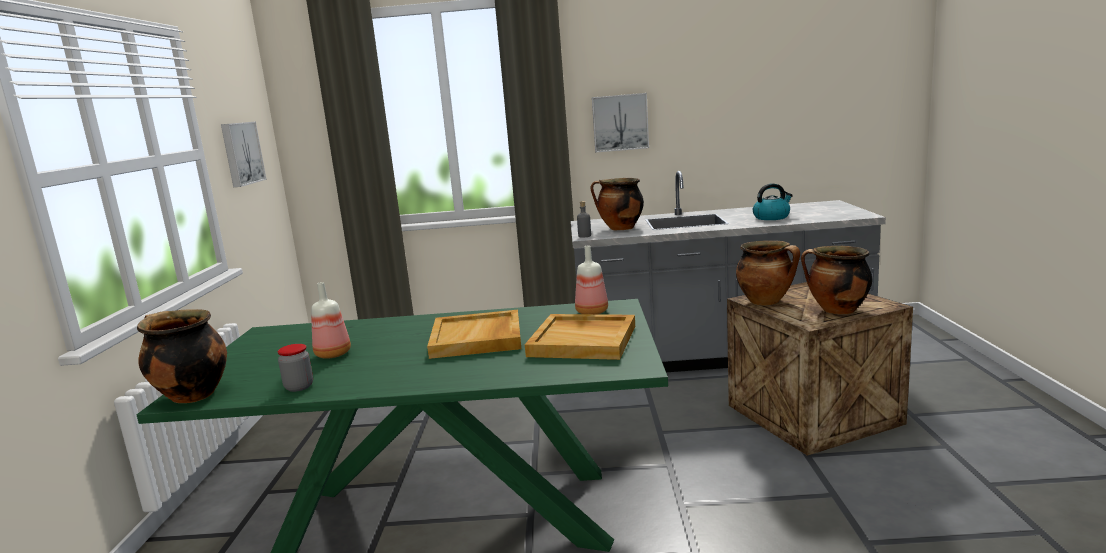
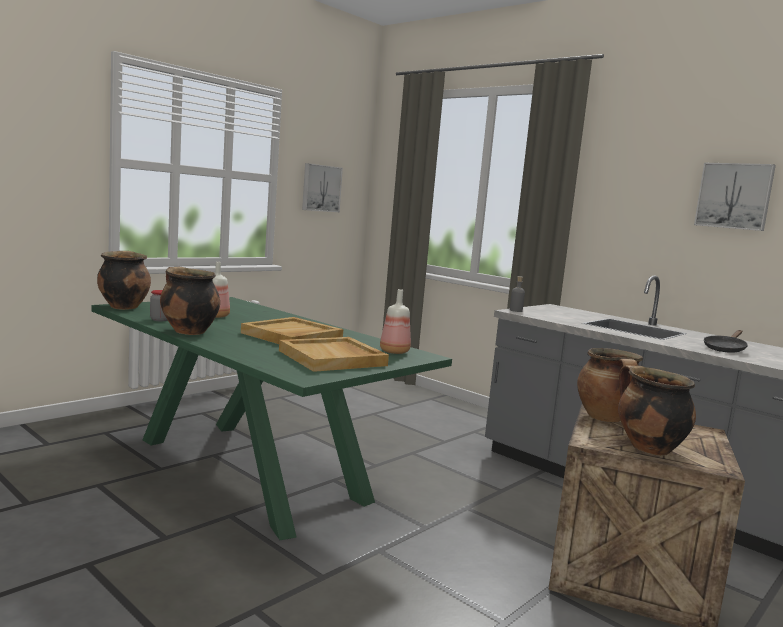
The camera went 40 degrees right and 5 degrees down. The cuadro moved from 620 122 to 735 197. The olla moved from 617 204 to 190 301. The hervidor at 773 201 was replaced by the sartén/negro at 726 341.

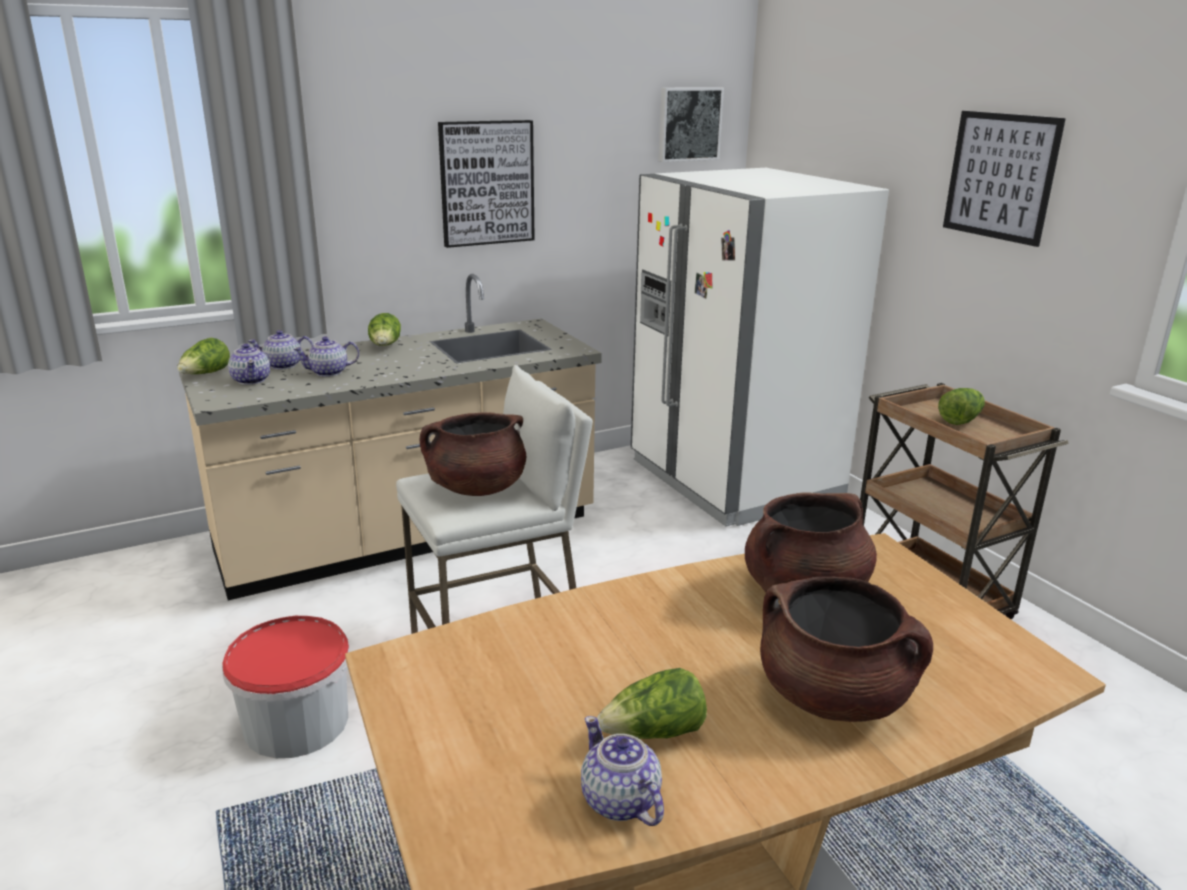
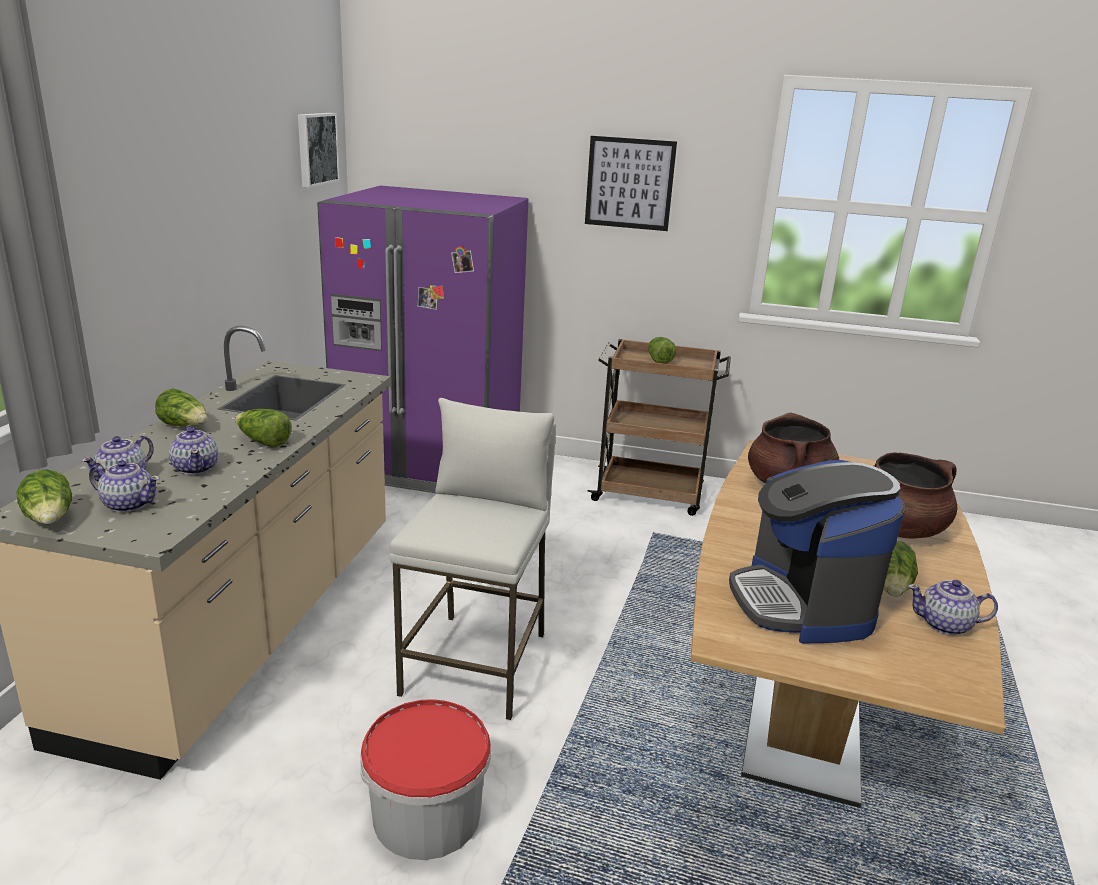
The camera went 50 degrees left and 0 degrees up. The cuadro at 486 184 disappeared. The nevera/blanco at 760 347 became the nevera/morado at 422 339. The tetera at 326 357 turned 45 degrees counterclockwise. The olla/marrón at 473 454 disappeared. The lechuga at 263 428 appeared. The cafetera at 817 551 appeared.

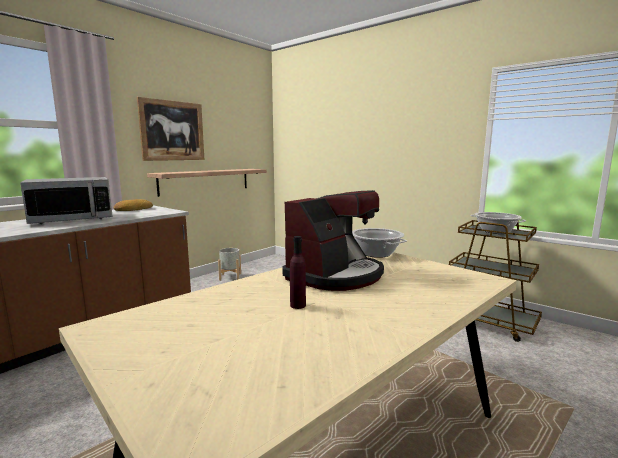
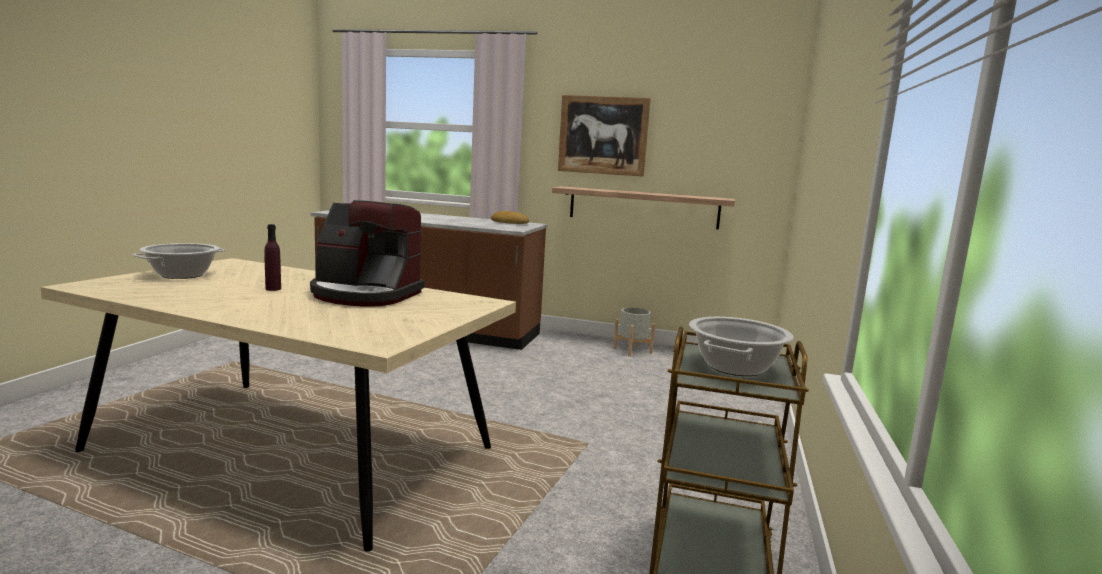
The camera went 65 degrees right and 0 degrees up. The microondas at 66 200 disappeared. The olla moved from 379 243 to 179 261.

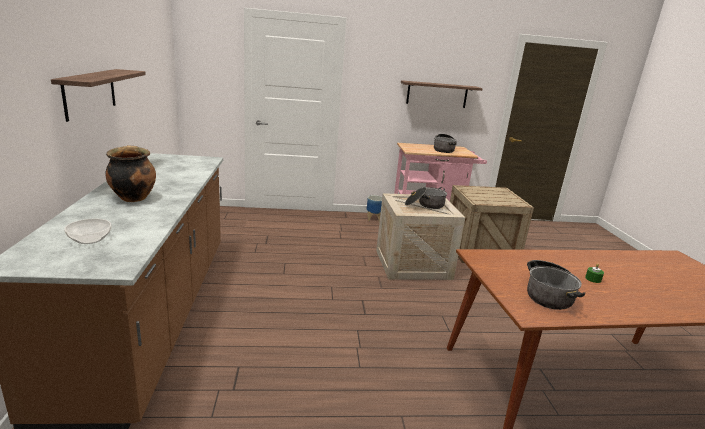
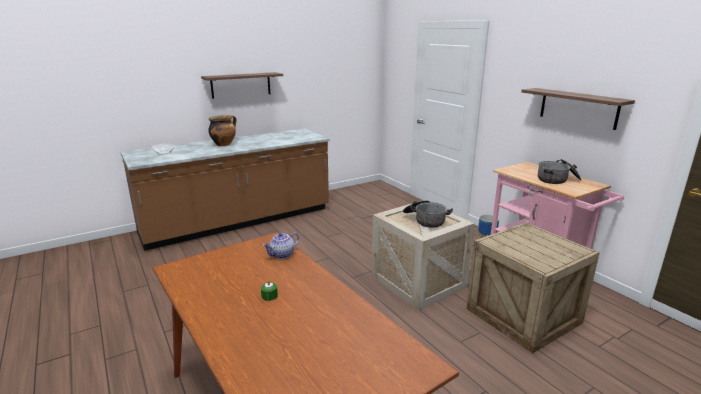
The camera went 65 degrees right and 0 degrees up. The olla at 556 285 disappeared. The tetera at 281 245 appeared.

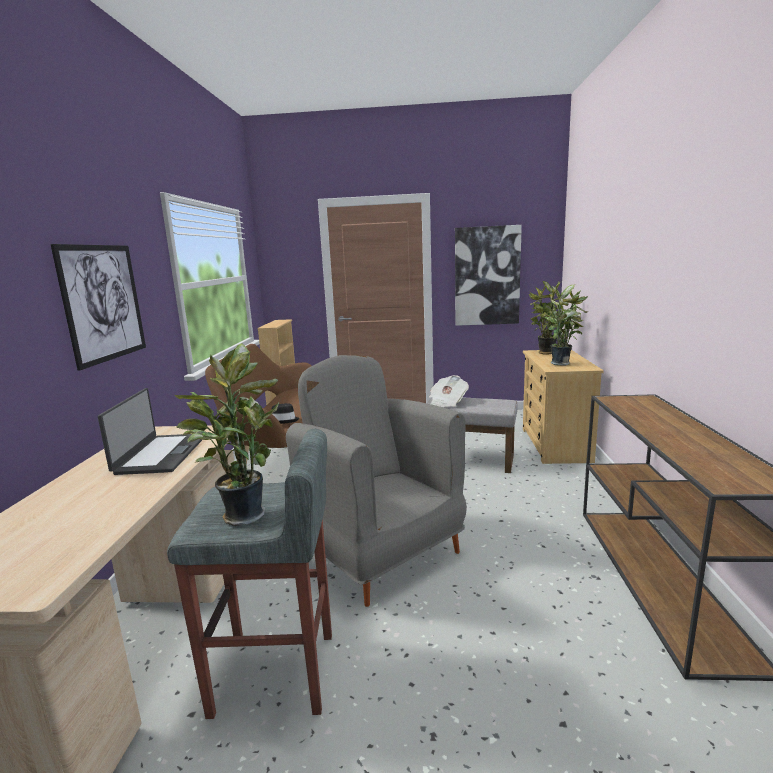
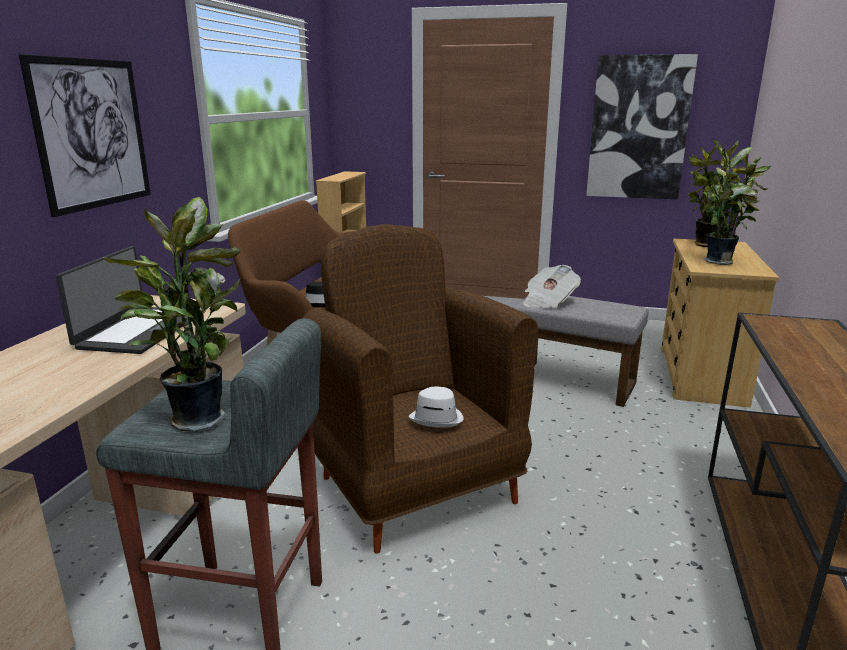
The camera went 10 degrees right and 5 degrees up. The sillón/gris at 376 481 became the sillón/marrón at 420 389. The sombrero/blanco at 436 407 appeared.

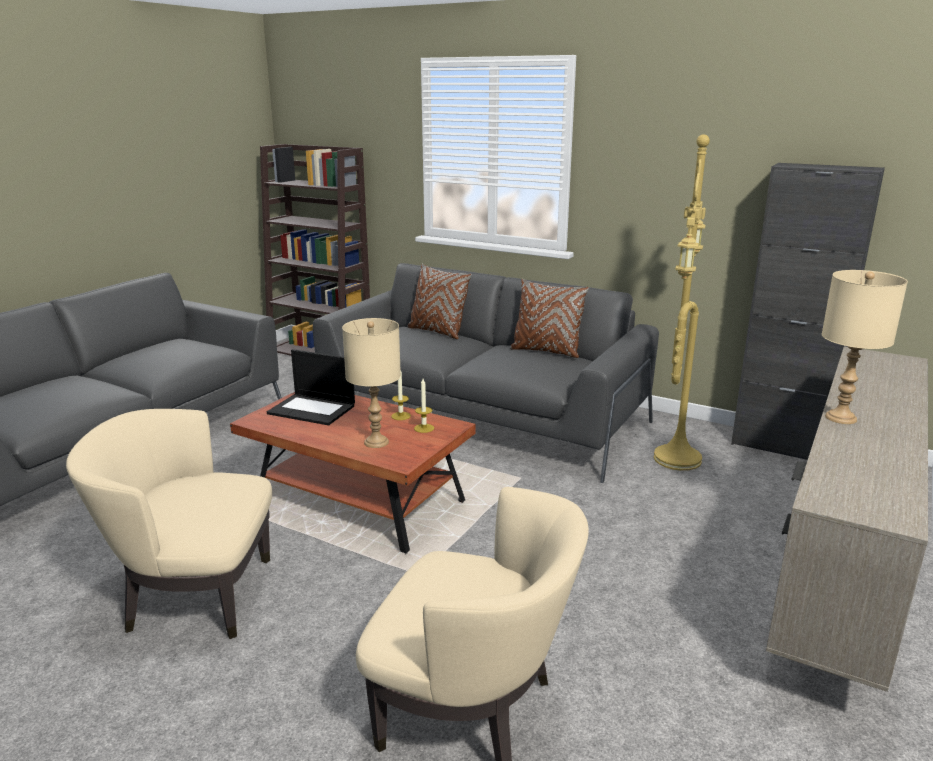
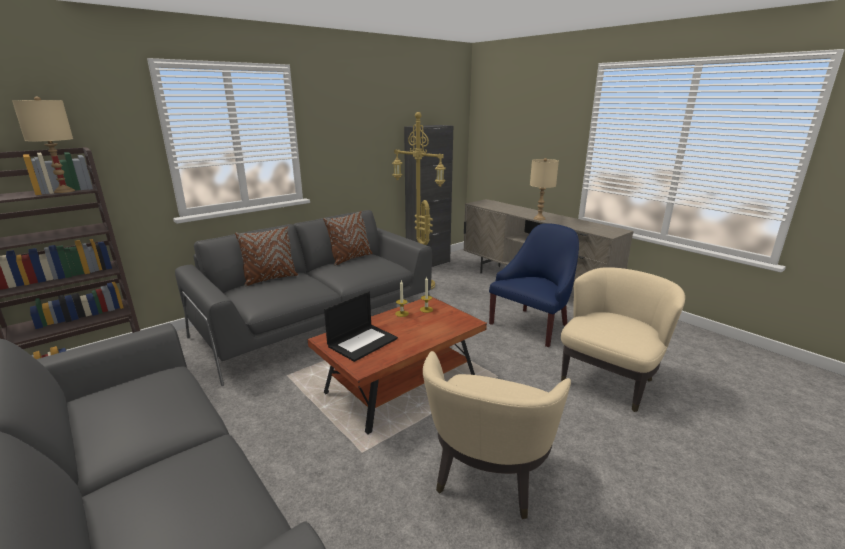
The camera went 70 degrees left and 0 degrees up. The lámpara de mesa/beis moved from 371 383 to 43 145. The sillón/azul at 534 285 appeared.

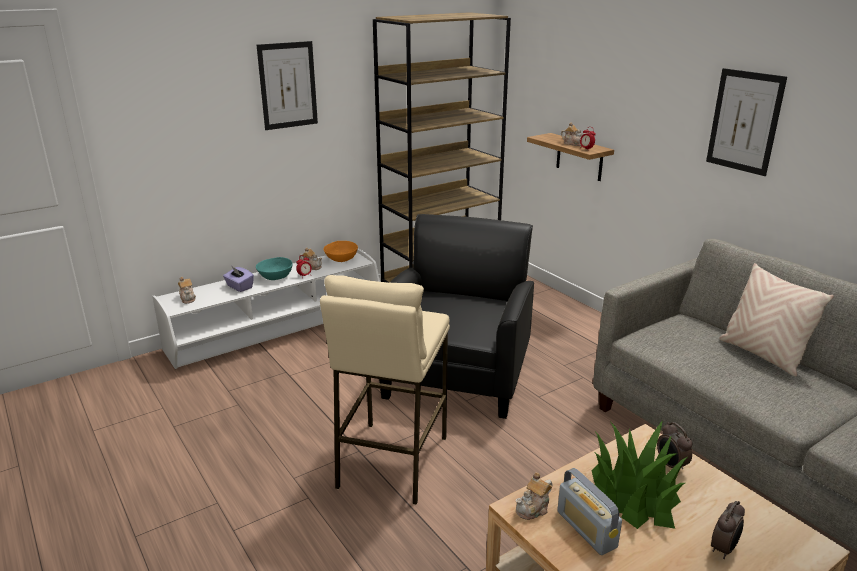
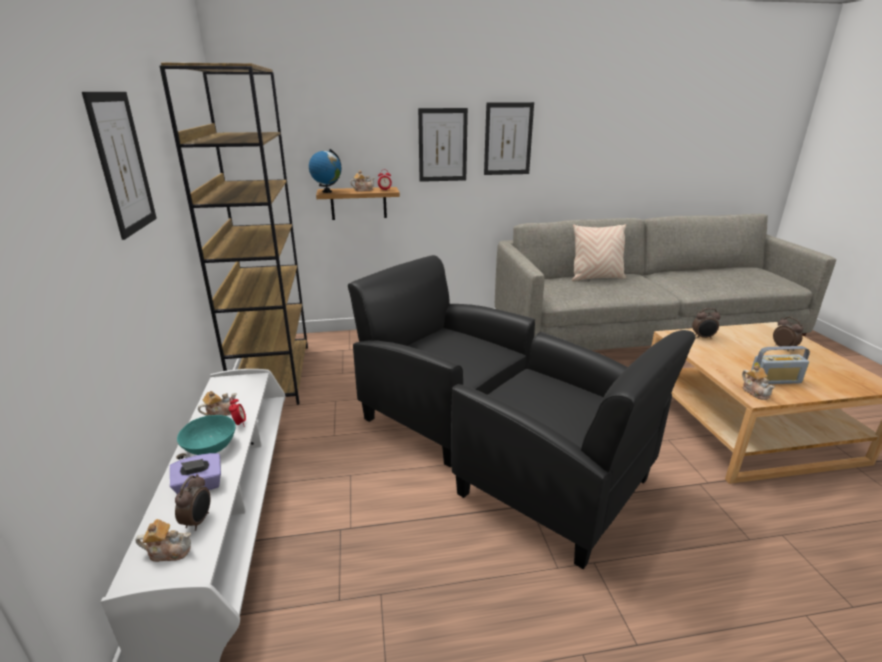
The camera went 65 degrees left and 0 degrees up. The cuenco/naranja at 340 251 disappeared. The taburete/beis at 385 390 was replaced by the sillón/negro at 573 449. The planta en maceta at 639 474 disappeared. The cuadro at 443 145 appeared. The globo terráqueo at 325 171 appeared. The despertador at 192 502 appeared.

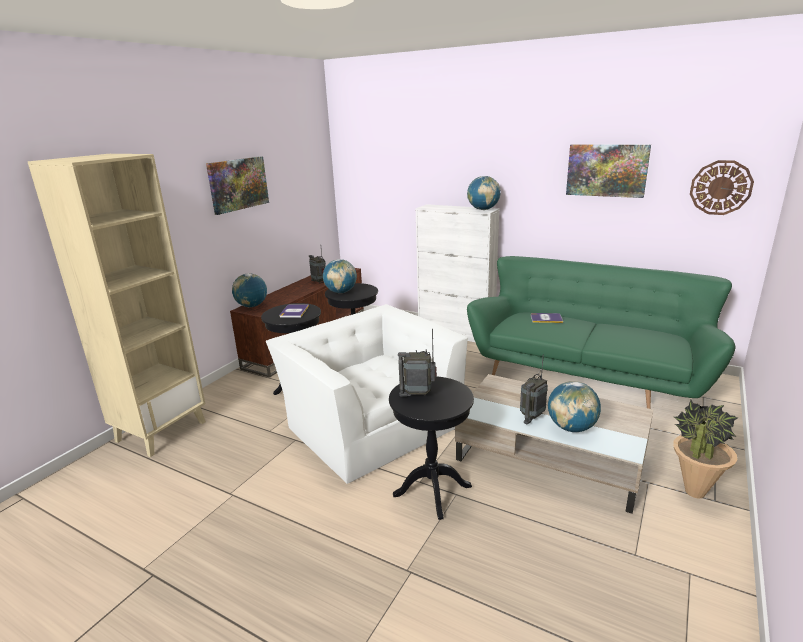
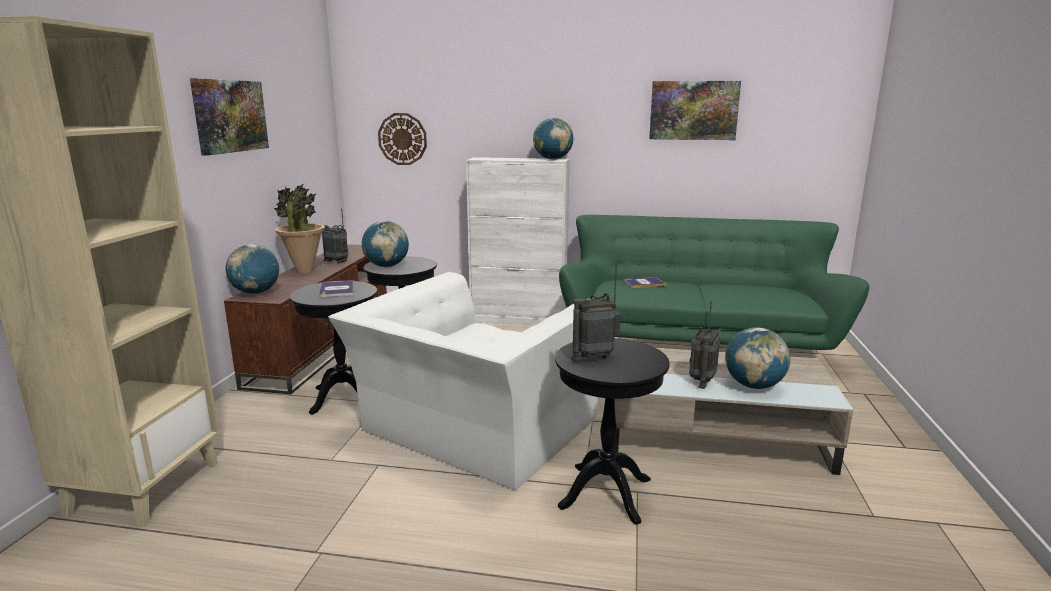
The camera went 20 degrees left and 5 degrees down. The reloj de pared moved from 722 187 to 402 139. The sillón/blanco at 367 394 turned 90 degrees counterclockwise. The planta en maceta moved from 705 449 to 299 228.

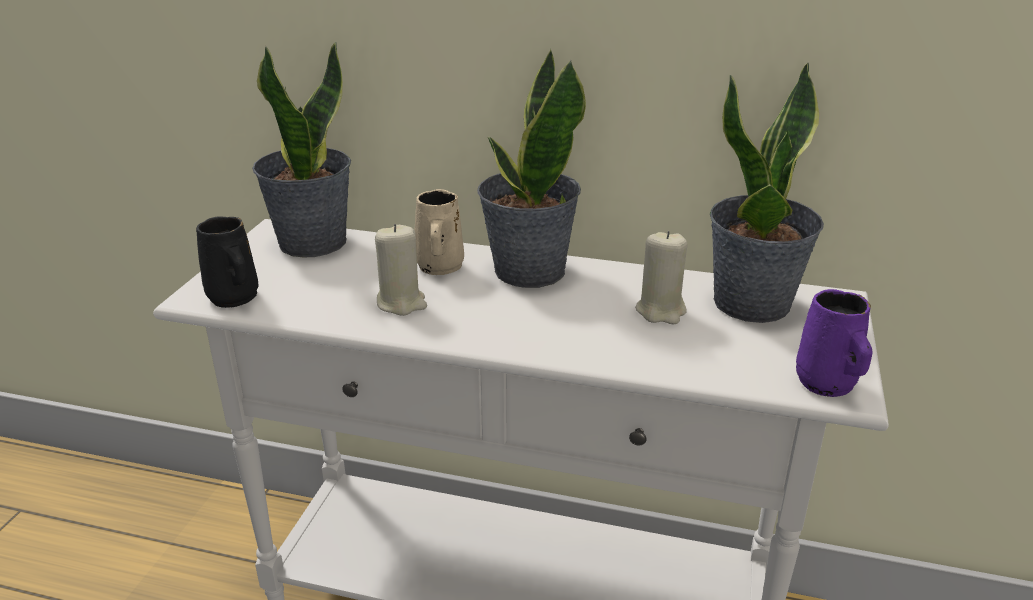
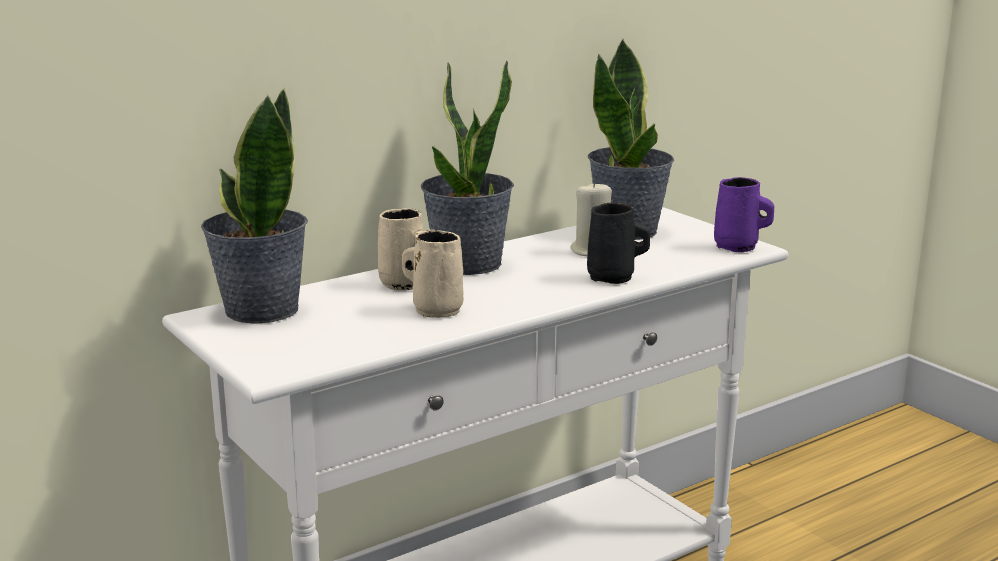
The camera went 50 degrees left and 10 degrees down. The taza grande/negro moved from 227 262 to 618 243. The vela/beis at 401 270 was replaced by the taza grande/beis at 433 274.

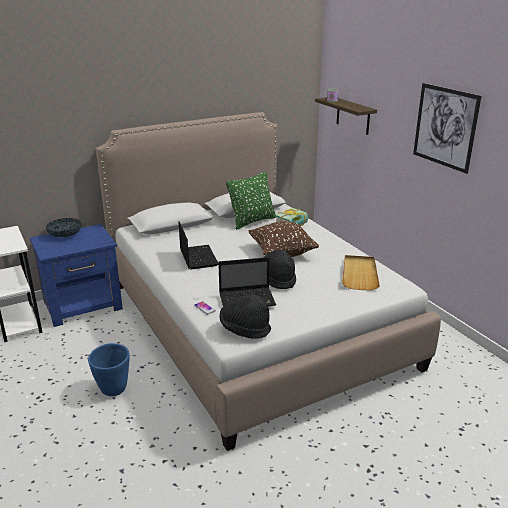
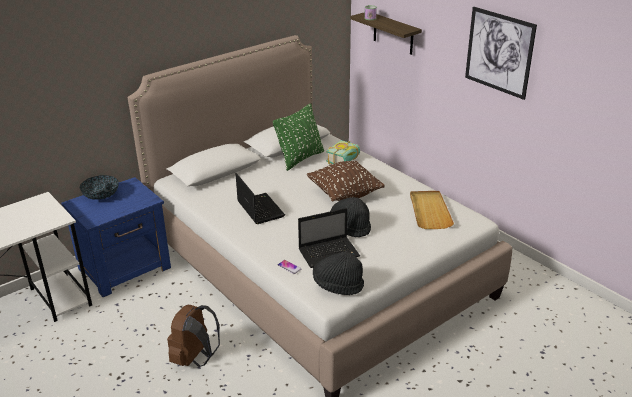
The camera went 10 degrees left and 5 degrees up. The maceta/azul at 109 369 was replaced by the mochila/marrón at 193 336.

